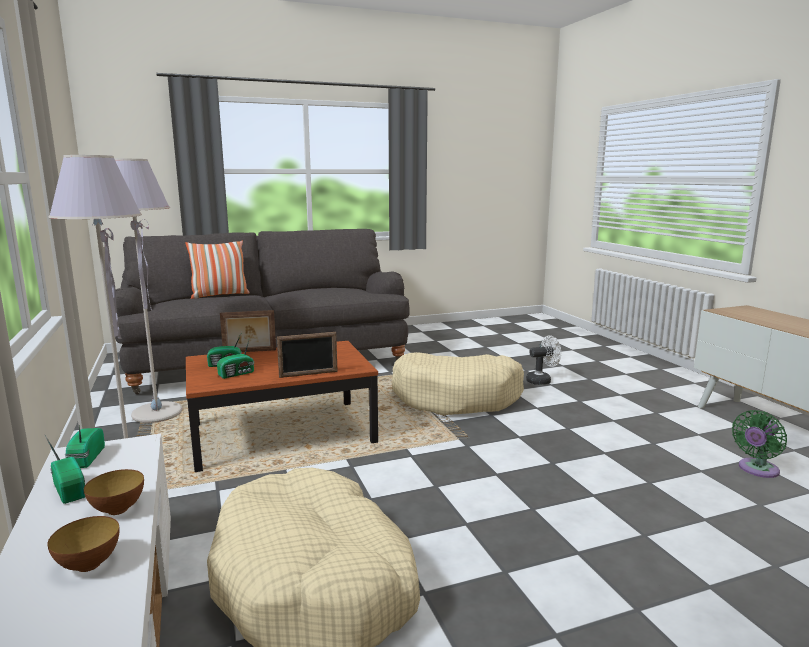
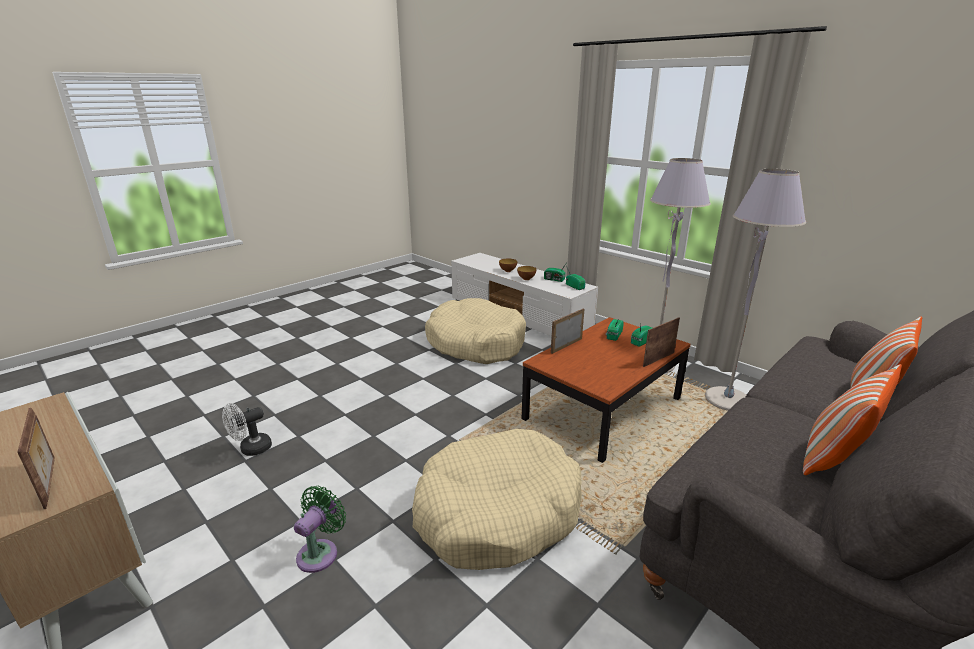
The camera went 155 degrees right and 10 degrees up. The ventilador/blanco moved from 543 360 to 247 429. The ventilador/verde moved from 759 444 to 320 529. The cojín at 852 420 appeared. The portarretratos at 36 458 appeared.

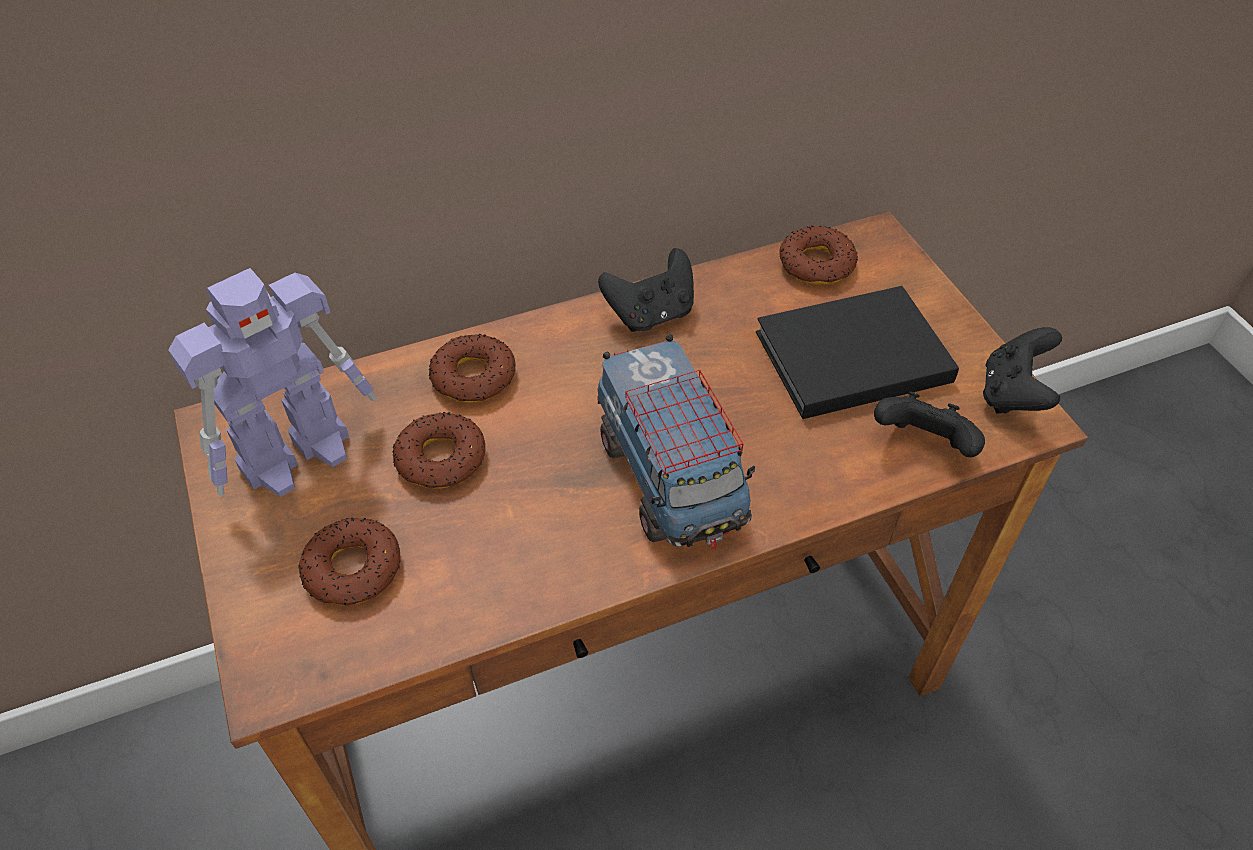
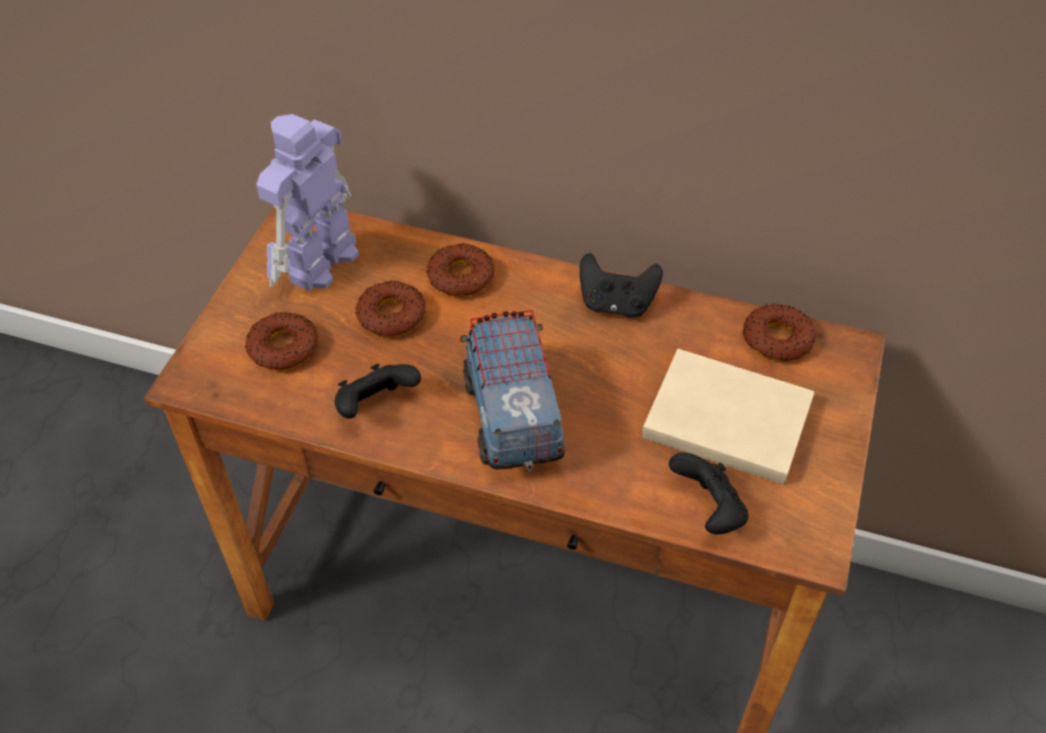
The camera went 40 degrees right and 0 degrees up. The robot de juguete at 272 382 turned 120 degrees clockwise. The libro/negro at 857 352 became the libro/beis at 728 417. The mando de consola/negro moved from 1022 370 to 377 391. The camión de juguete at 676 441 turned 150 degrees clockwise.

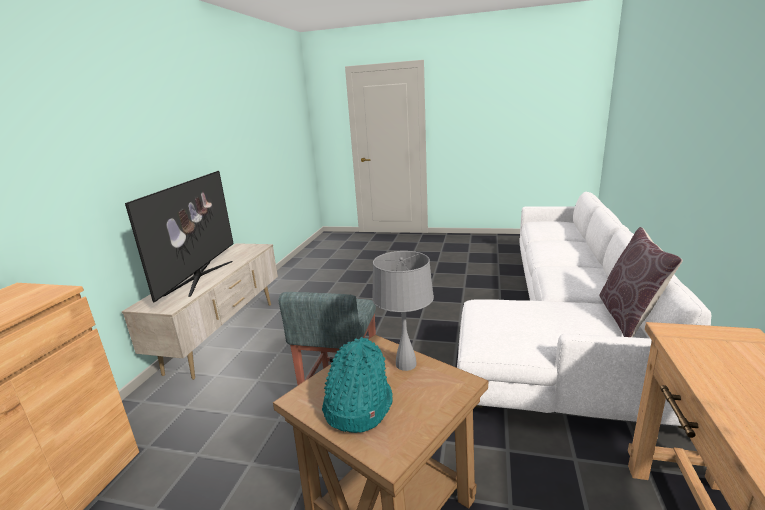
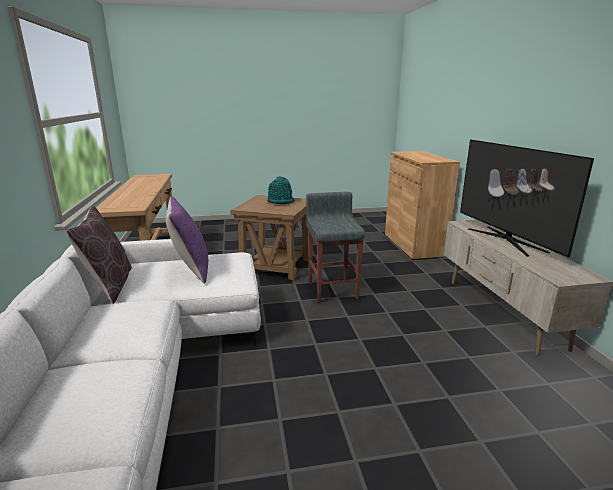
The camera went 155 degrees right and 0 degrees up. The lámpara de mesa/gris at 403 311 disappeared. The cojín/morado at 187 240 appeared.

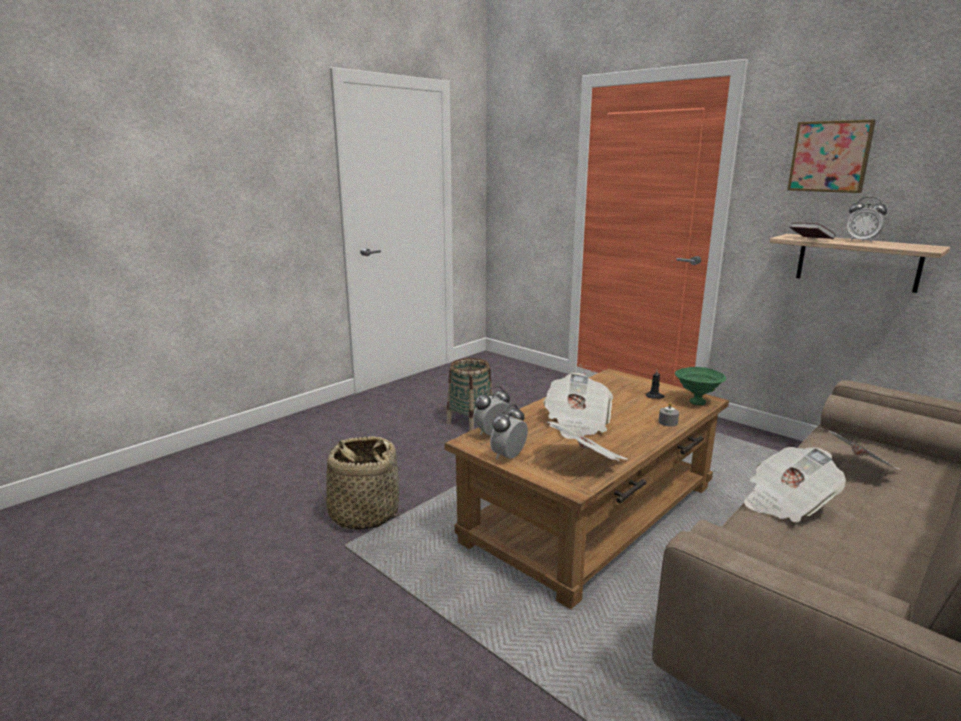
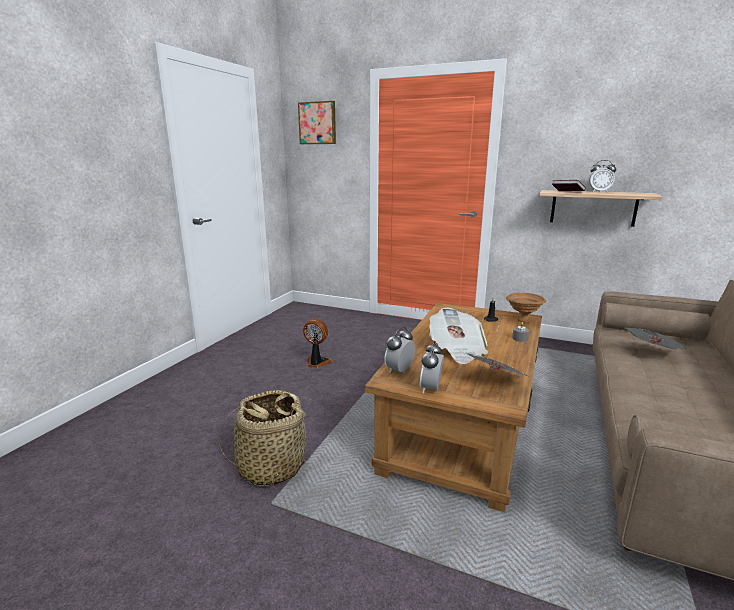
The camera went 20 degrees left and 0 degrees up. The cuadro moved from 831 156 to 317 122. The cesta at 469 394 was replaced by the ventilador at 318 343. The cuenco/verde at 700 386 became the cuenco/marrón at 526 307. The periódico at 795 484 disappeared.

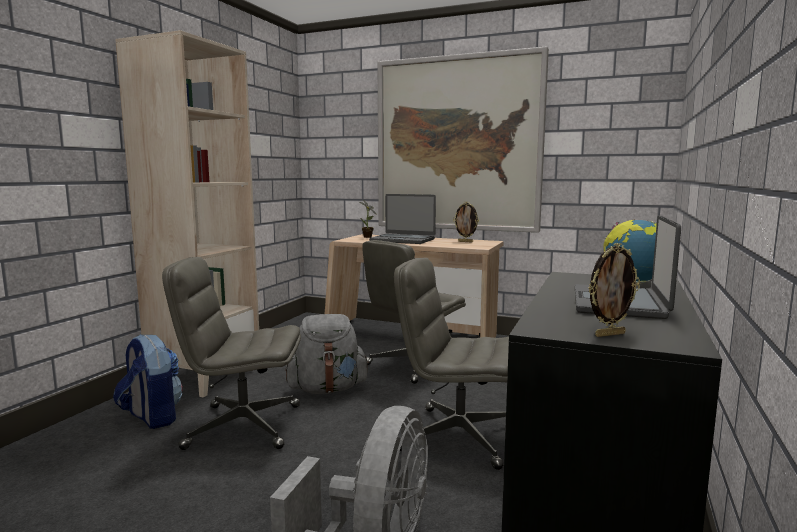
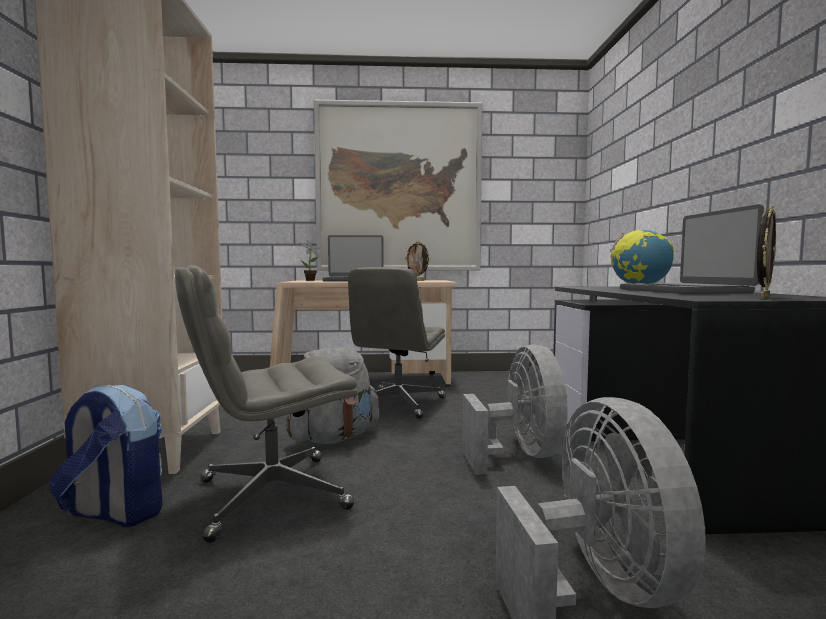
The camera went 25 degrees left and 5 degrees down. The silla de oficina/gris at 451 364 was replaced by the ventilador/gris at 515 409.

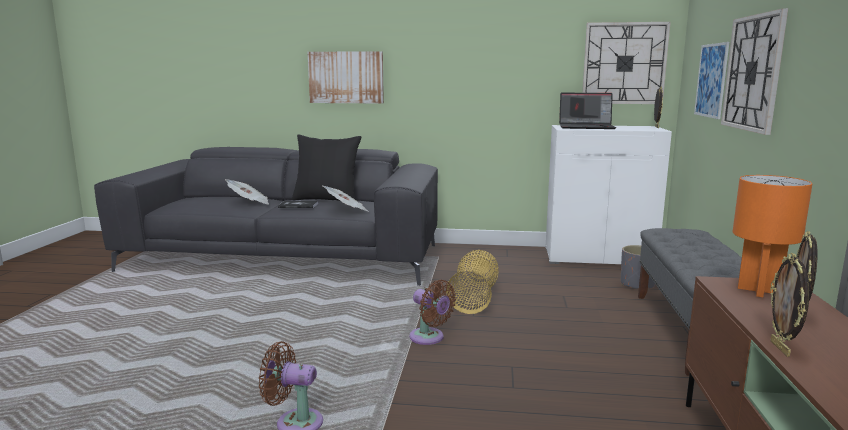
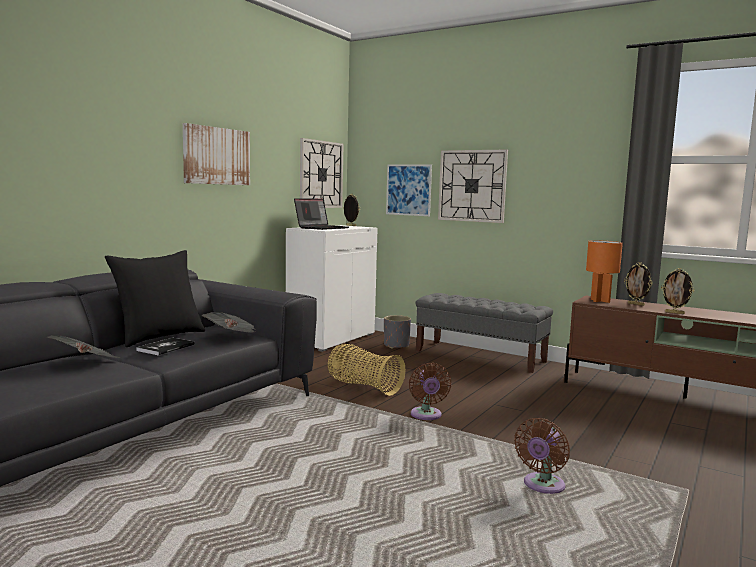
The camera went 65 degrees left and 5 degrees down. The cuadro moved from 346 77 to 216 154. The ventilador/marrón at 432 312 turned 105 degrees clockwise.

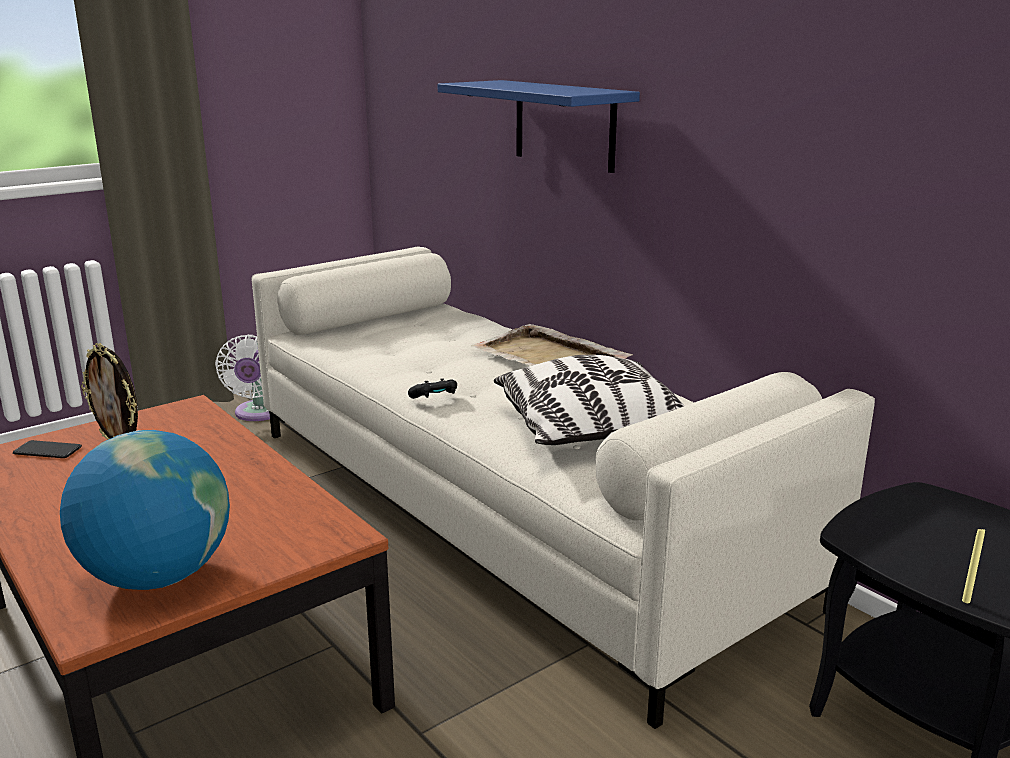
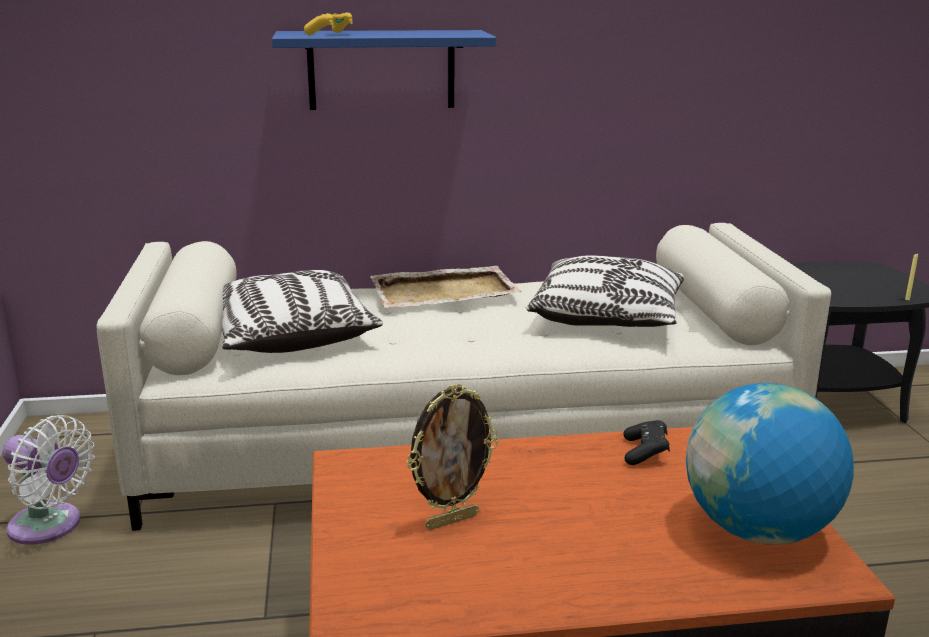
The camera went 60 degrees left and 0 degrees up. The mando de consola/negro moved from 432 388 to 646 442. The móvil at 47 449 disappeared. The mando de consola/amarillo at 328 23 appeared. The cojín at 302 311 appeared.

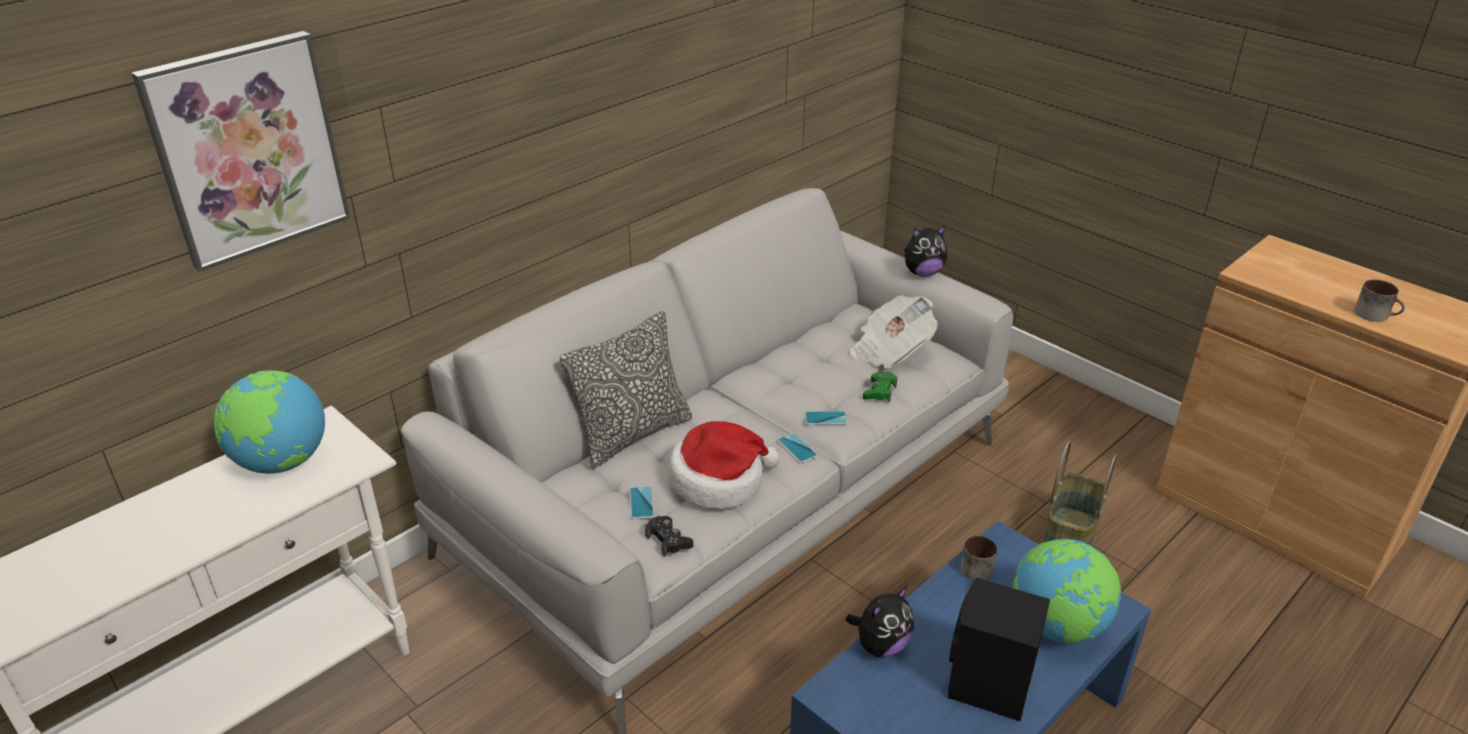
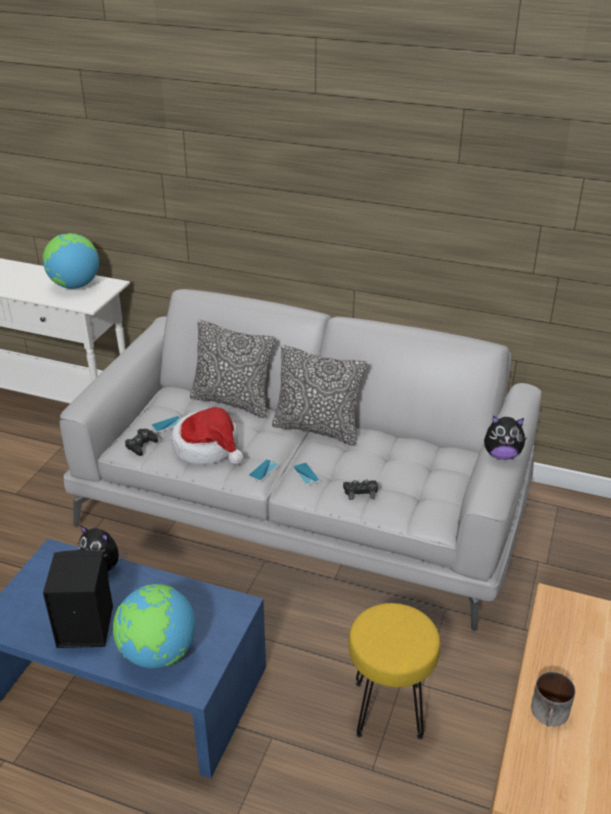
The camera went 65 degrees right and 0 degrees up. The cuadro at 241 151 disappeared. The peluche at 925 251 turned 45 degrees counterclockwise. The periódico at 894 332 disappeared. The mando de consola/verde at 880 387 became the mando de consola/negro at 360 489. The cesta at 1080 493 was replaced by the taburete/amarillo at 394 671. The taza grande at 978 558 disappeared. The cojín at 319 395 appeared.

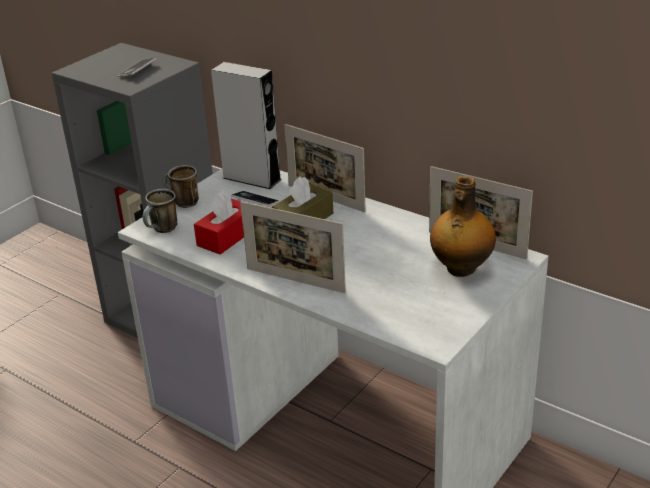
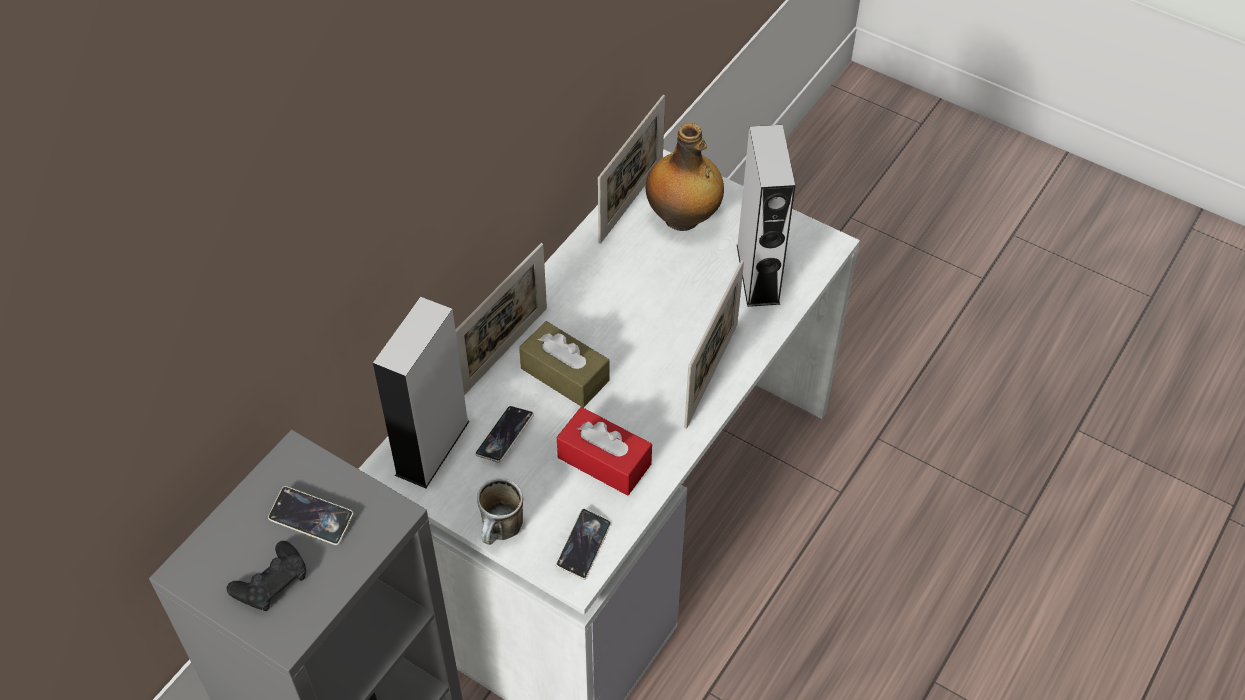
The camera went 95 degrees left and 20 degrees up. The taza grande at 160 211 was replaced by the móvil at 583 544. The altavoz/gris at 766 216 appeared. The mando de consola/negro at 266 576 appeared.

